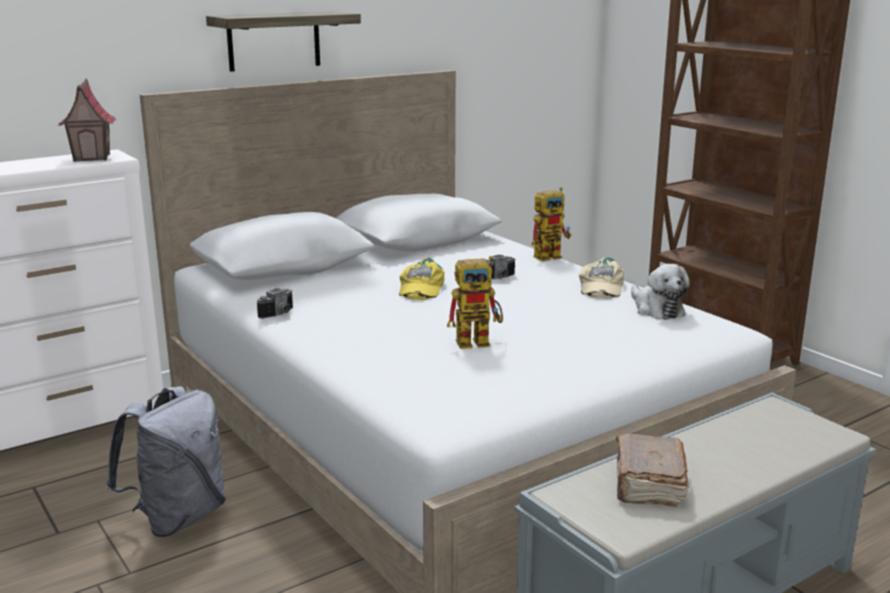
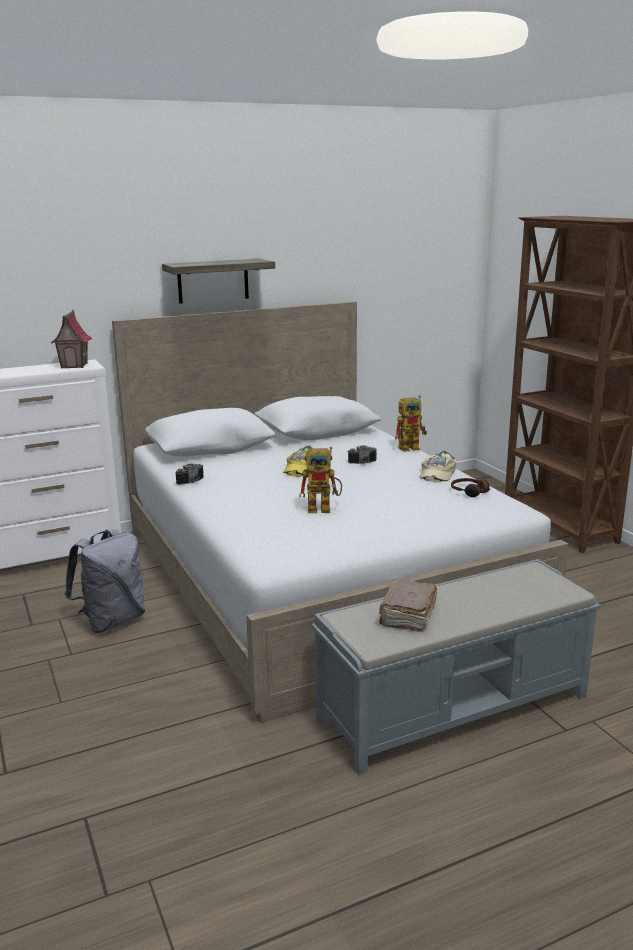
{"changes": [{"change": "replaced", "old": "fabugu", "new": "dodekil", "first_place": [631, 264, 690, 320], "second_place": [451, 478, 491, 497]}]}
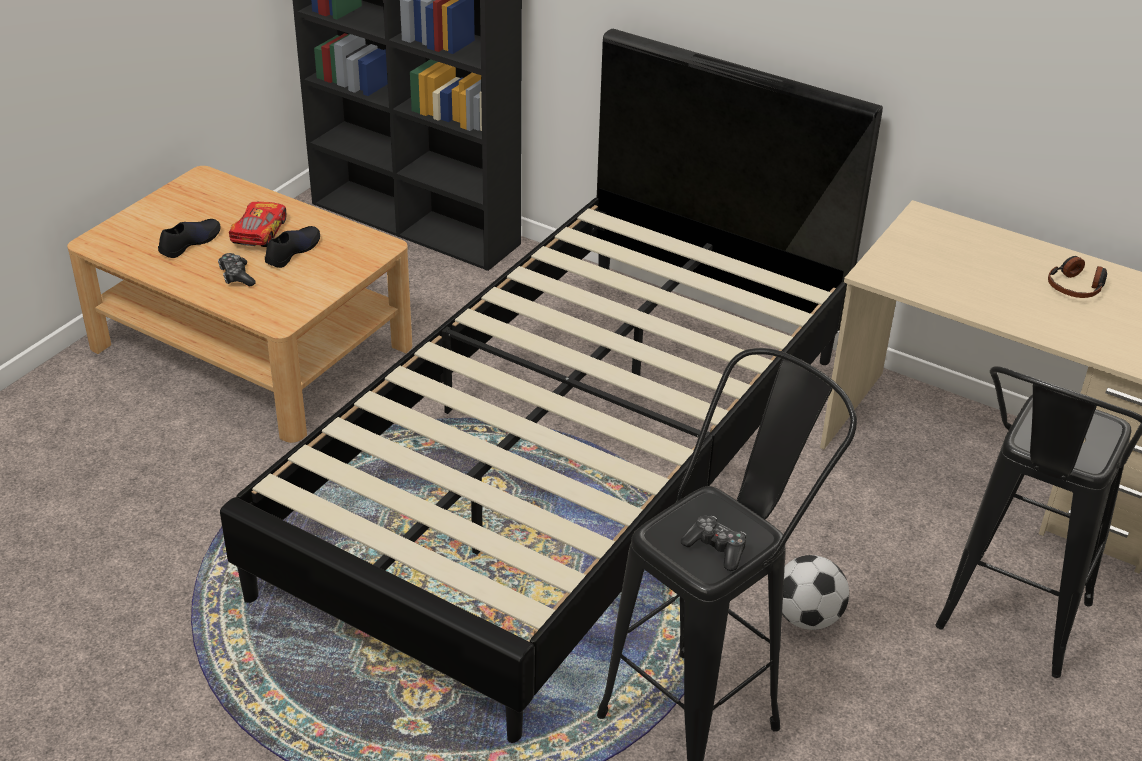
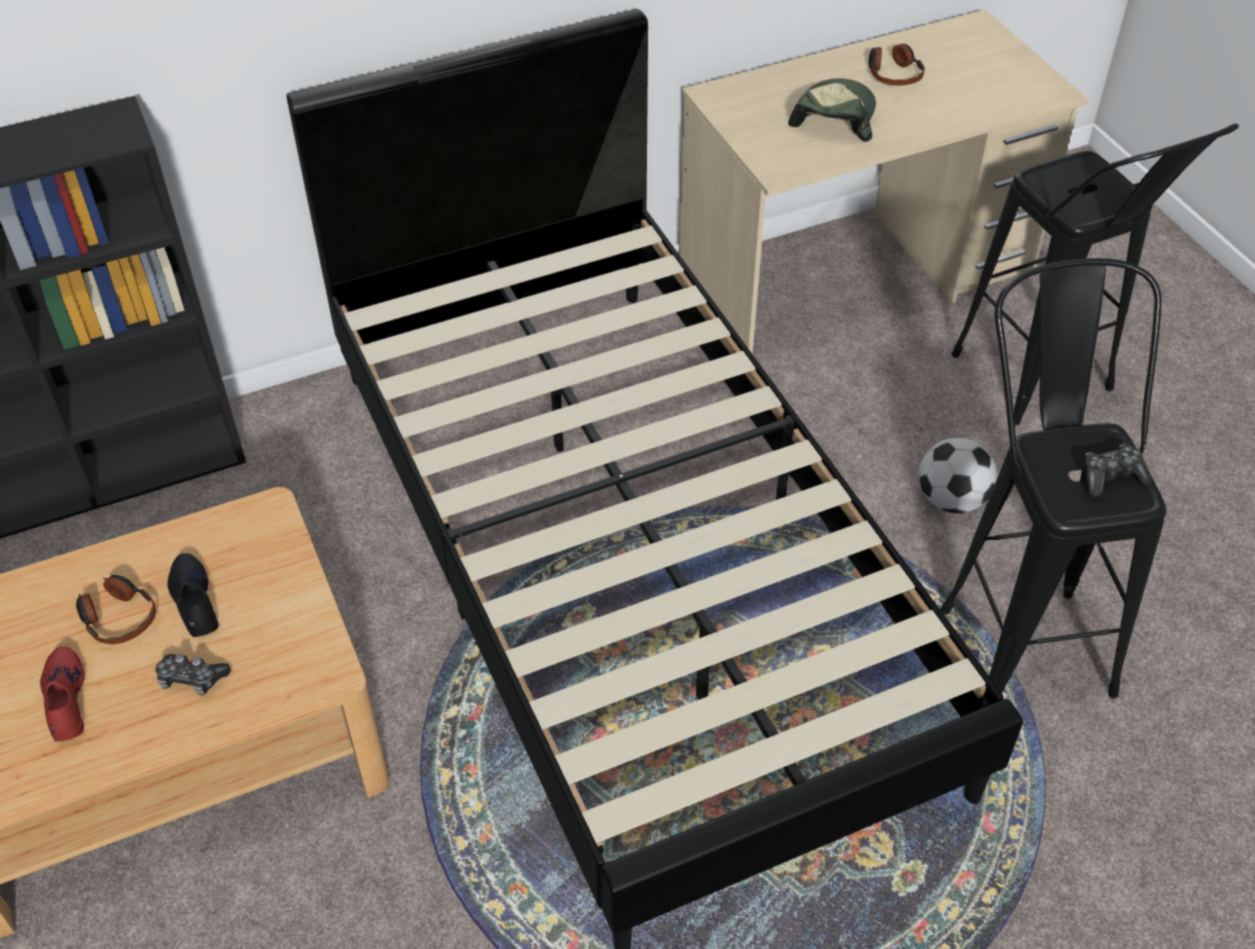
{"changes": [{"change": "recoloured", "old": "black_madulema", "new": "red_madulema", "first_place": [158, 219, 221, 258], "second_place": [40, 646, 84, 741]}, {"change": "replaced", "old": "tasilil", "new": "dodekil", "first_place": [229, 202, 287, 247], "second_place": [76, 575, 156, 644]}, {"change": "added", "new": "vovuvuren", "second_place": [788, 78, 876, 142]}]}
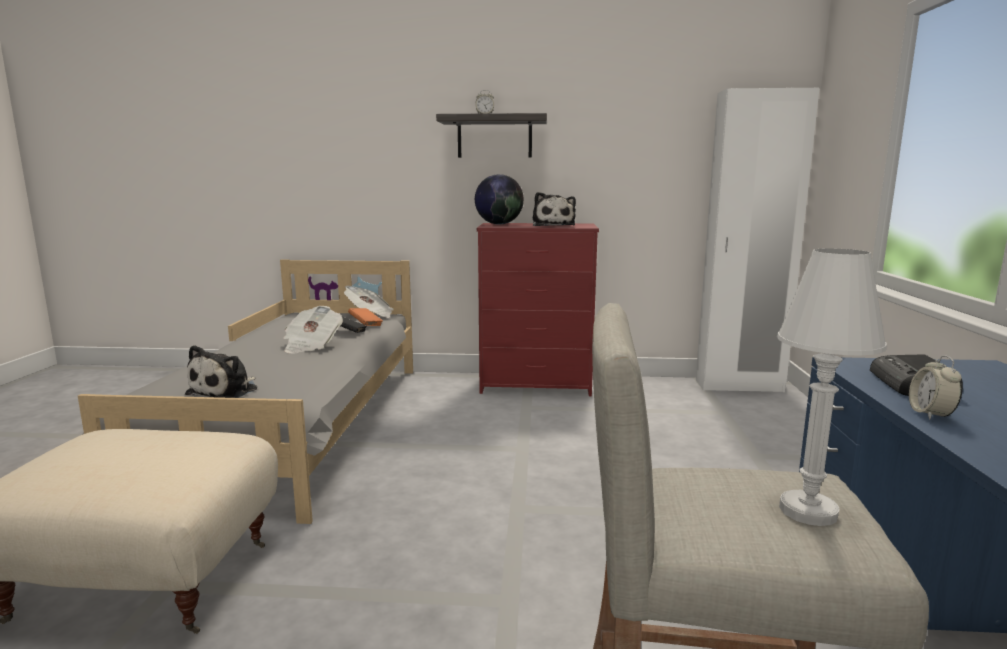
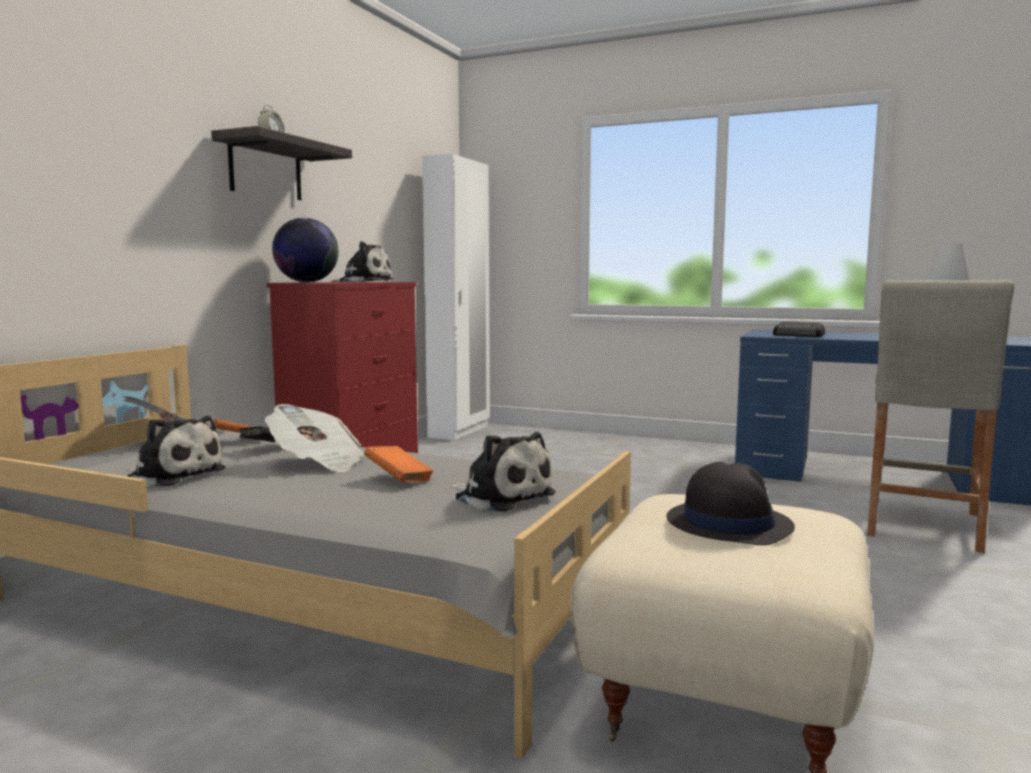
{"changes": [{"change": "removed", "old": "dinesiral", "first_place": [909, 355, 962, 420]}, {"change": "added", "new": "fabugu", "second_place": [127, 416, 226, 487]}, {"change": "added", "new": "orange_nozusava", "second_place": [364, 446, 434, 482]}, {"change": "added", "new": "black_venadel", "second_place": [667, 462, 795, 545]}]}
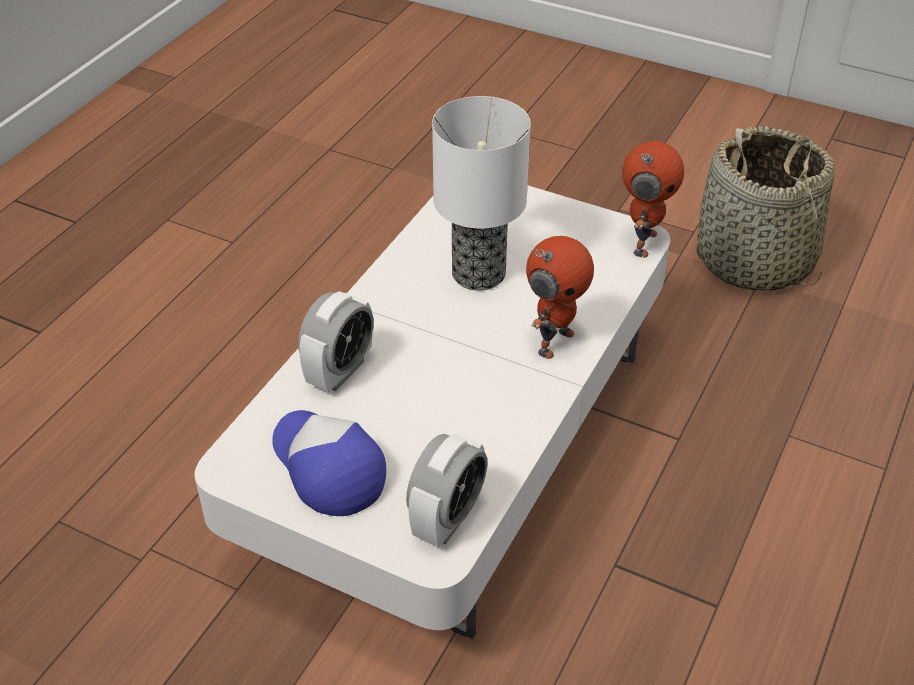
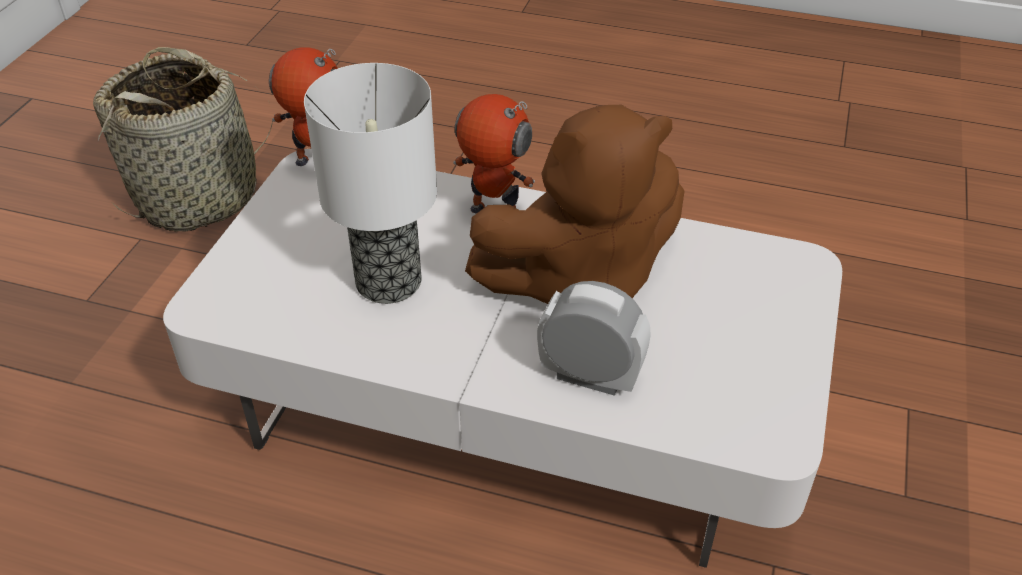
{"changes": [{"change": "removed", "old": "vovuvuren", "first_place": [272, 410, 386, 516]}, {"change": "removed", "old": "dinesiral", "first_place": [406, 433, 488, 547]}, {"change": "added", "new": "brown_fabugu", "second_place": [465, 105, 684, 304]}]}
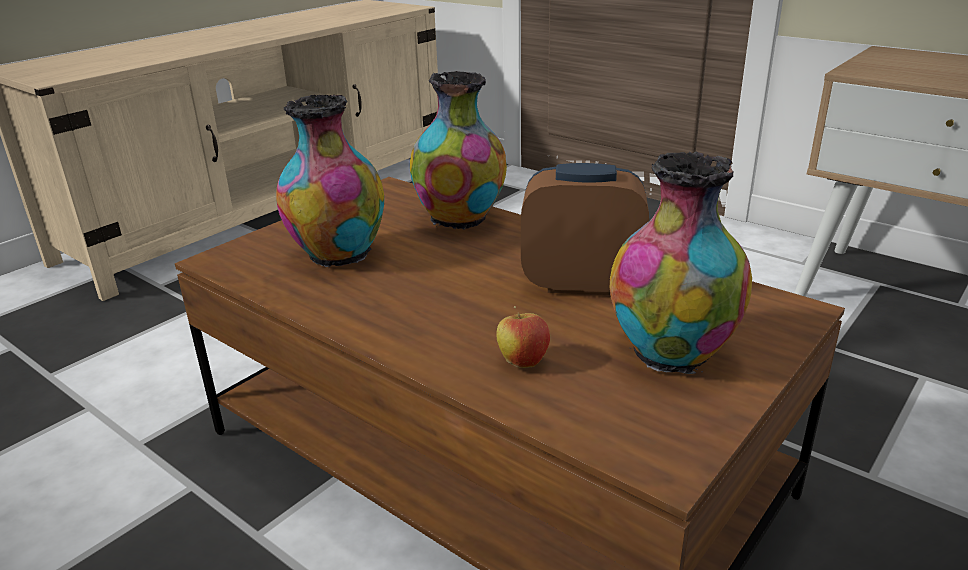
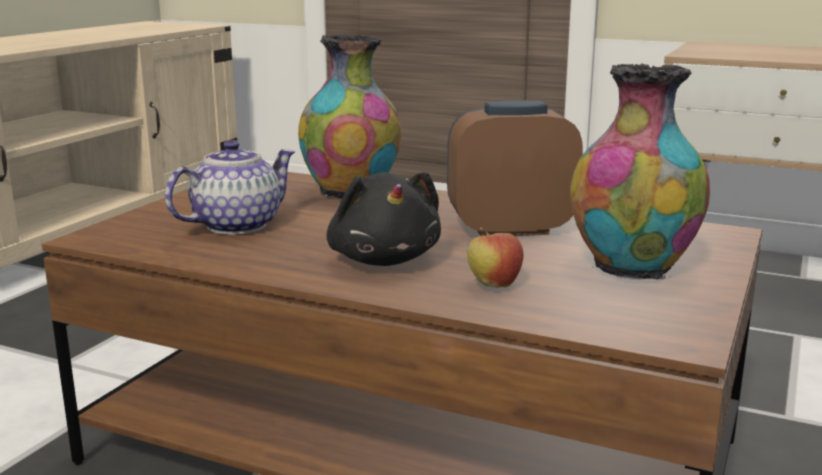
{"changes": [{"change": "replaced", "old": "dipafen", "new": "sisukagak", "first_place": [276, 95, 384, 269], "second_place": [165, 140, 296, 235]}, {"change": "added", "new": "black_fabugu", "second_place": [327, 172, 441, 266]}]}
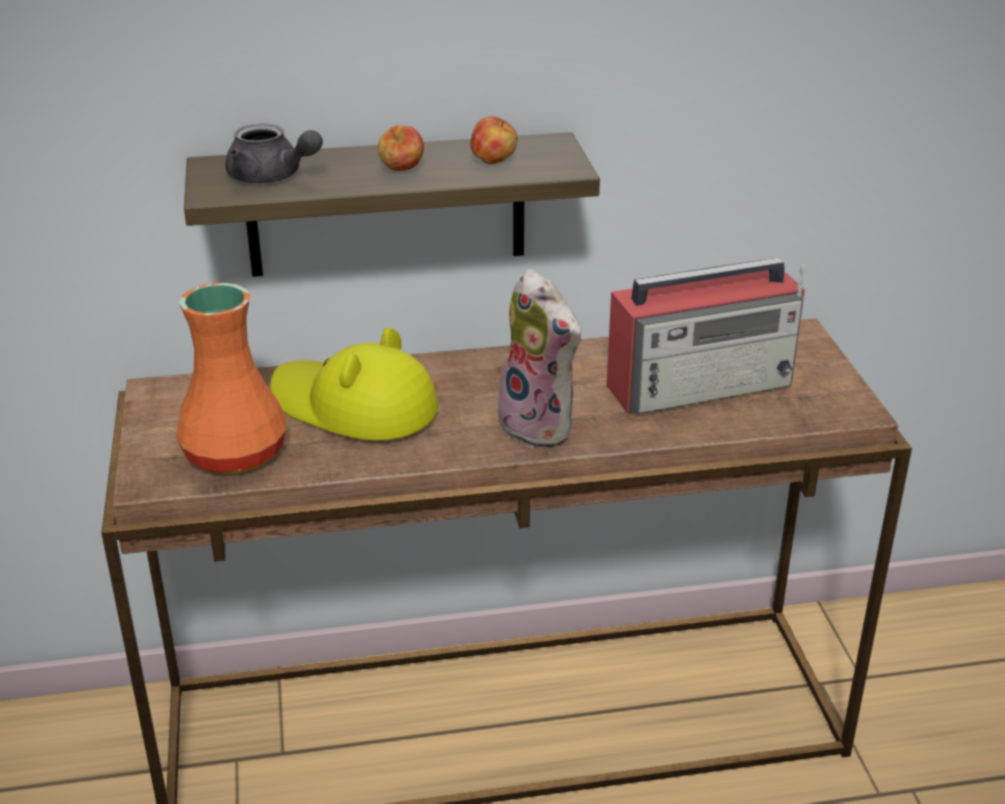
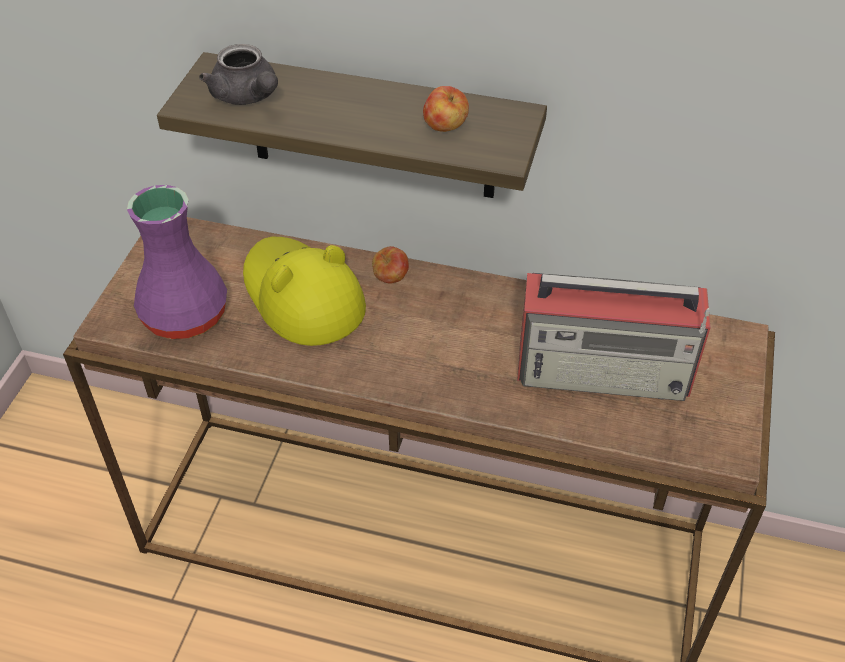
{"changes": [{"change": "recoloured", "old": "orange_dipafen", "new": "purple_dipafen", "first_place": [176, 283, 287, 474], "second_place": [127, 185, 227, 339]}, {"change": "moved", "old": "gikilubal", "first_place": [378, 125, 424, 171], "second_place": [372, 246, 409, 284]}, {"change": "removed", "old": "fabugu", "first_place": [494, 269, 582, 448]}]}
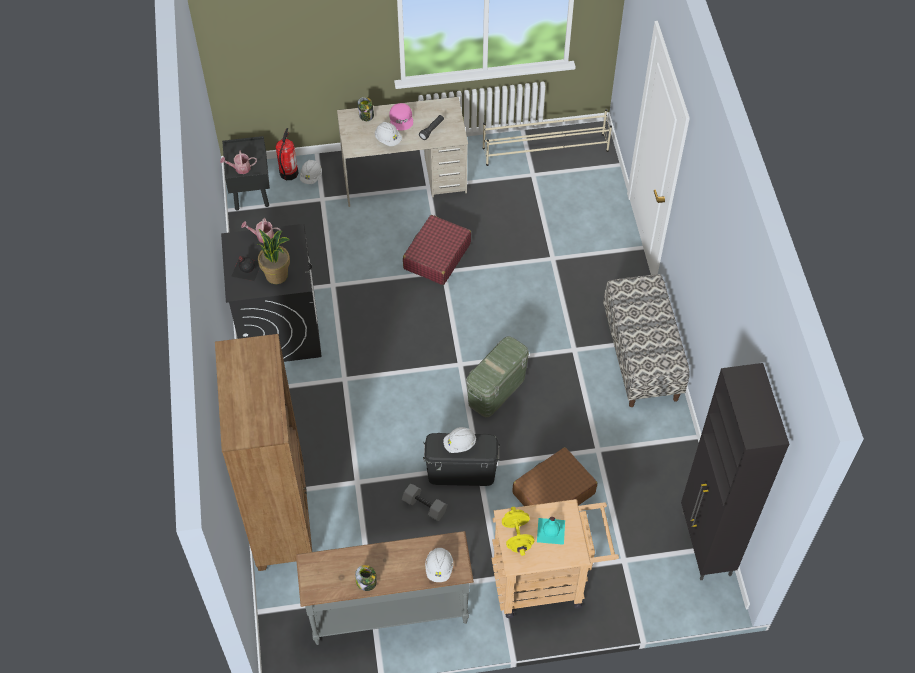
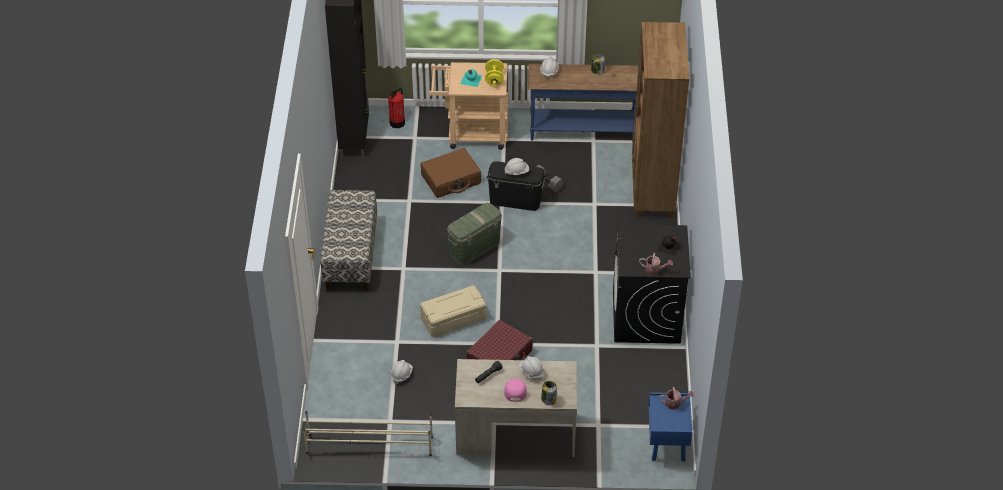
{"changes": [{"change": "recoloured", "old": "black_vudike", "new": "blue_vudike", "first_place": [222, 136, 270, 210], "second_place": [648, 392, 692, 462]}, {"change": "removed", "old": "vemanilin", "first_place": [256, 229, 290, 284]}, {"change": "moved", "old": "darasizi", "first_place": [275, 128, 299, 180], "second_place": [388, 88, 405, 128]}, {"change": "recoloured", "old": "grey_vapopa", "new": "blue_vapopa", "first_place": [296, 531, 474, 645], "second_place": [528, 64, 638, 142]}, {"change": "moved", "old": "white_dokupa", "first_place": [300, 160, 322, 184], "second_place": [390, 360, 413, 384]}, {"change": "added", "new": "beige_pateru", "second_place": [420, 285, 486, 337]}]}
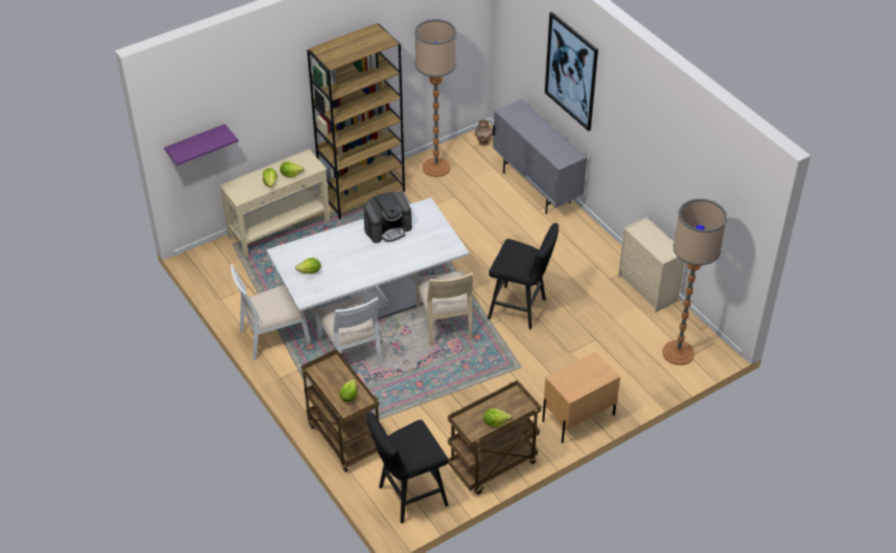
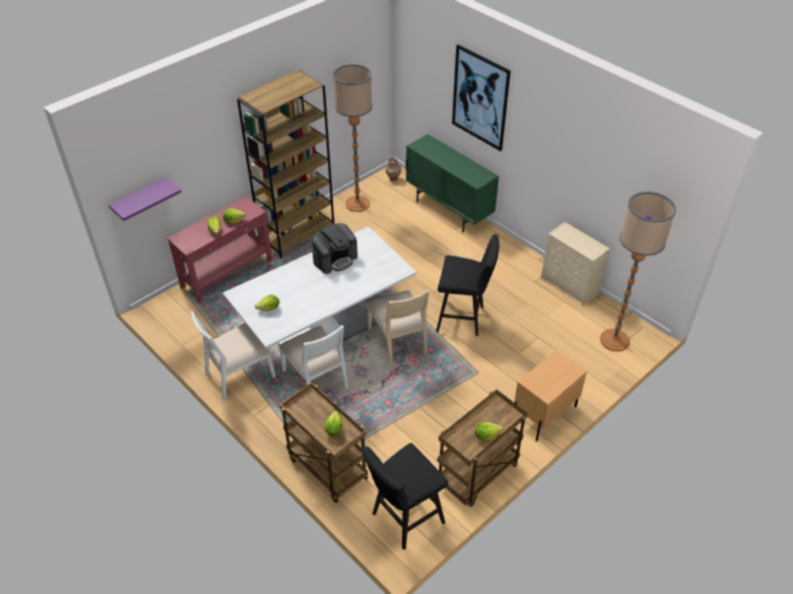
{"changes": [{"change": "recoloured", "old": "beige_vapopa", "new": "red_vapopa", "first_place": [219, 149, 330, 258], "second_place": [167, 196, 272, 303]}, {"change": "recoloured", "old": "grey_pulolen", "new": "green_pulolen", "first_place": [492, 99, 587, 214], "second_place": [406, 134, 499, 232]}]}
